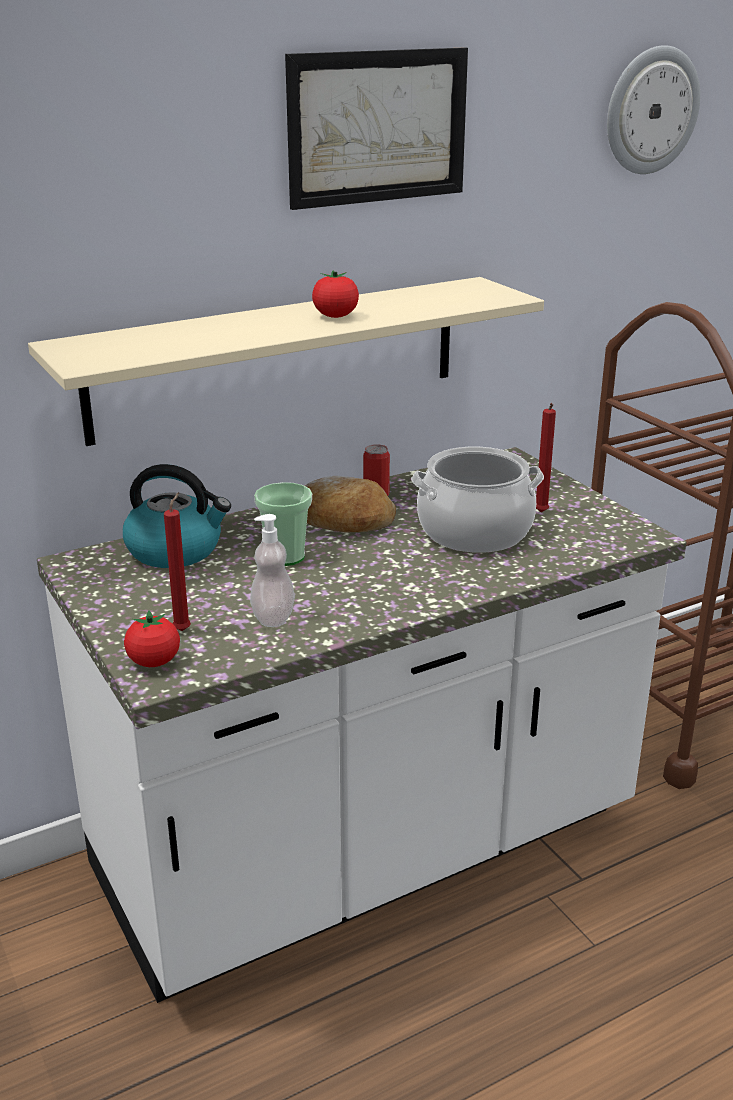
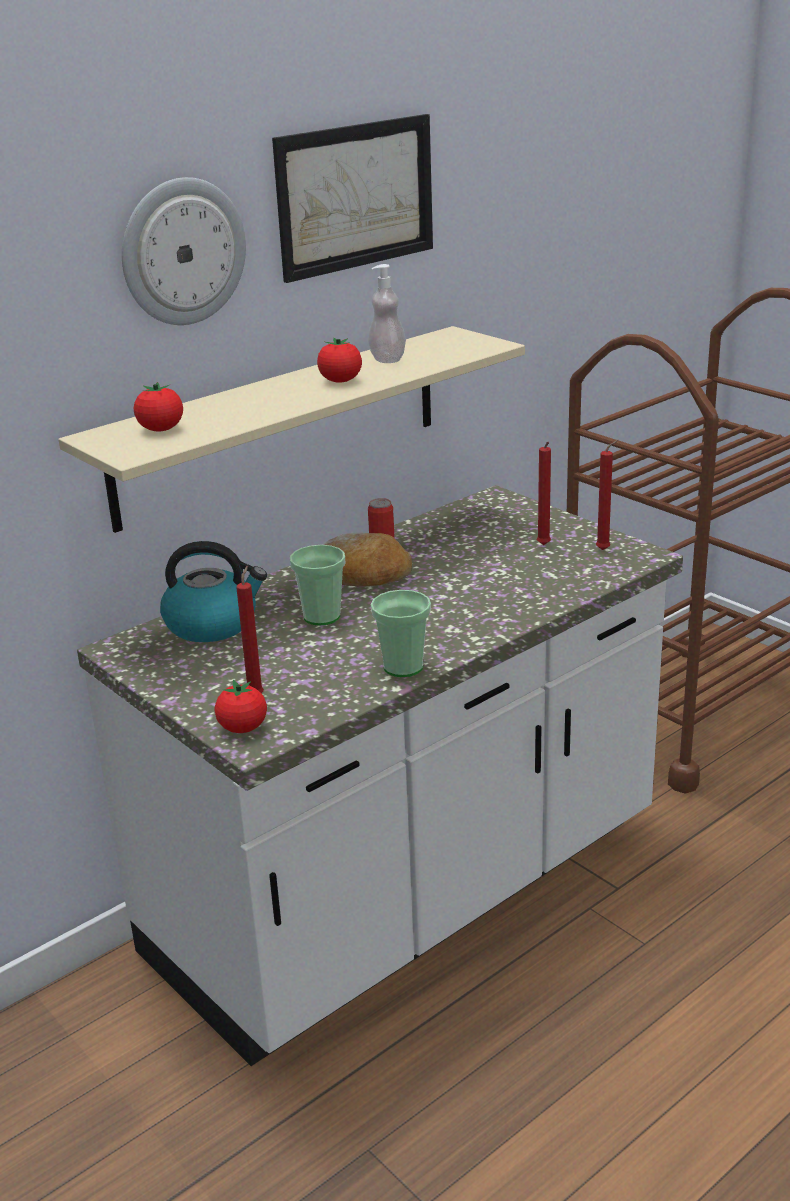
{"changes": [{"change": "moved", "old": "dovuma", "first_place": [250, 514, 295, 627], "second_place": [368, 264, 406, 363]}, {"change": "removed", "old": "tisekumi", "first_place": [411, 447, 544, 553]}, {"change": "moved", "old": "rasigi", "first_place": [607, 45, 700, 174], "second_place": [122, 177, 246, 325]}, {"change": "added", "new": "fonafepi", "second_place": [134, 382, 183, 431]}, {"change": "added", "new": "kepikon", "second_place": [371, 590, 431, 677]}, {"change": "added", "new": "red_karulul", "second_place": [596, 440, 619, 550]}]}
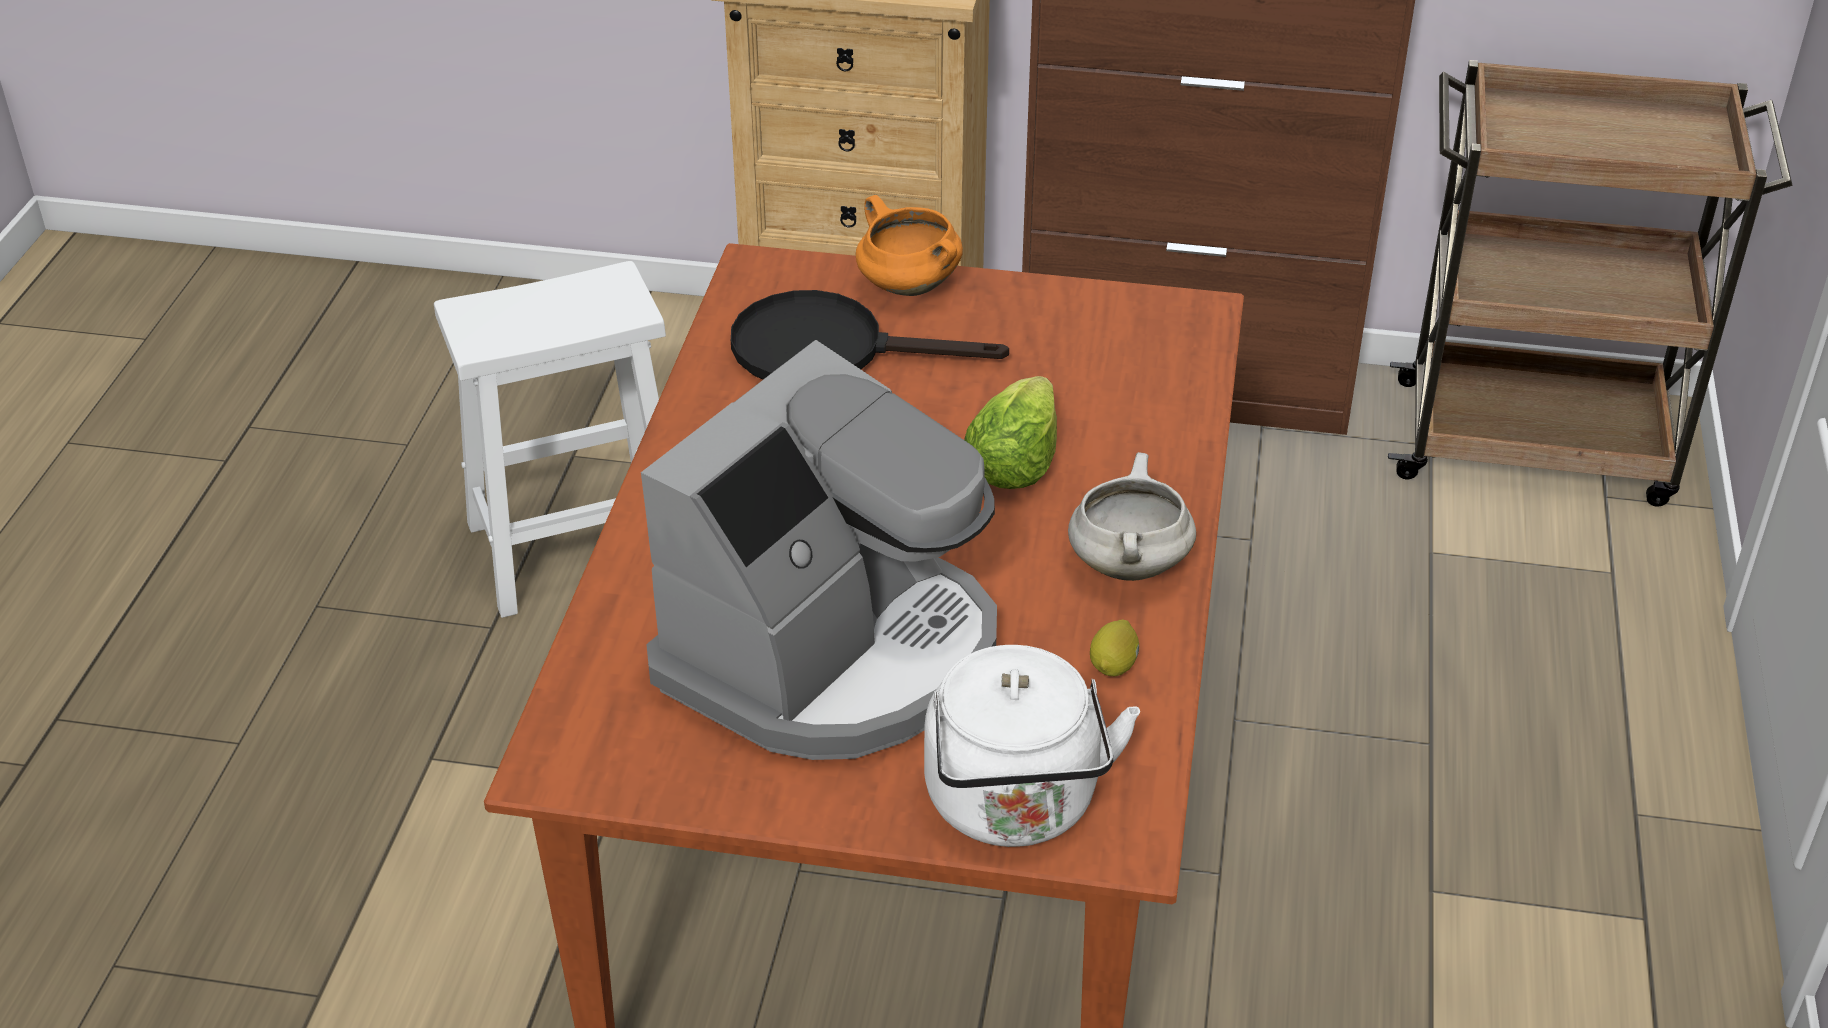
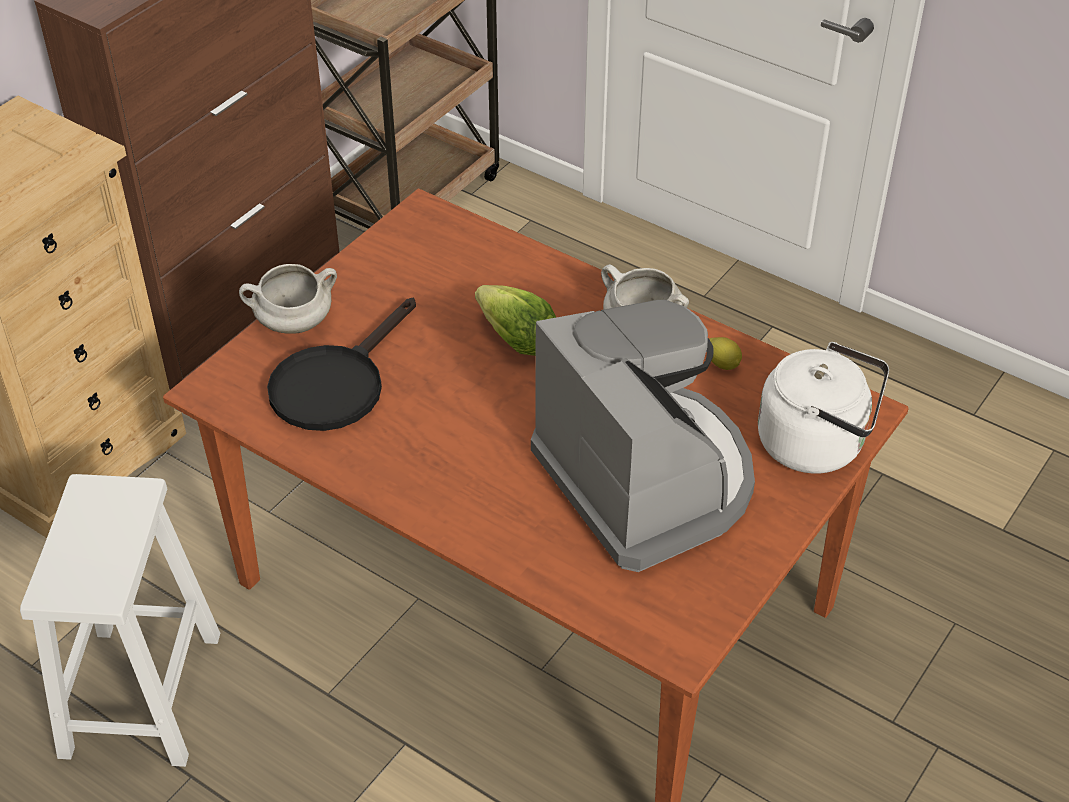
{"changes": [{"change": "recoloured", "old": "orange_tisekumi", "new": "white_tisekumi", "first_place": [856, 195, 963, 296], "second_place": [239, 264, 337, 334]}]}
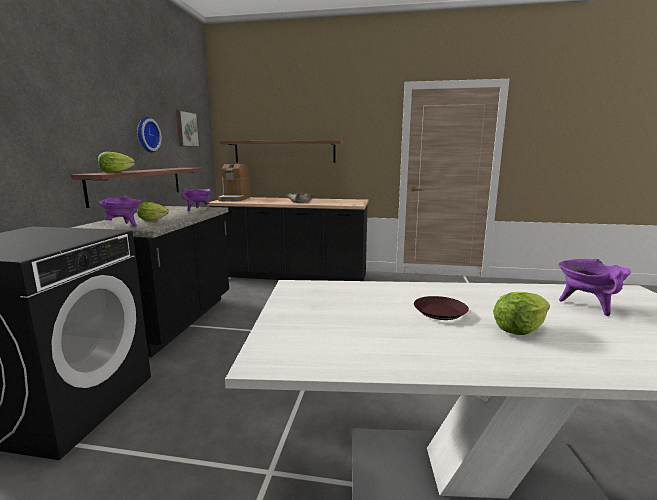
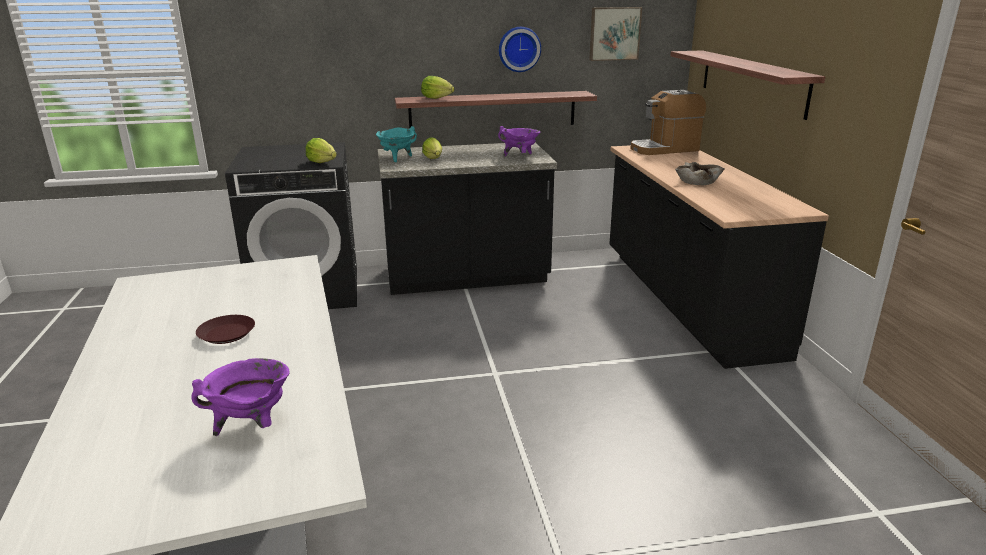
{"changes": [{"change": "recoloured", "old": "purple_tisekumi", "new": "turquoise_tisekumi", "first_place": [98, 195, 141, 227], "second_place": [376, 126, 417, 162]}, {"change": "moved", "old": "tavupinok", "first_place": [493, 292, 550, 335], "second_place": [306, 138, 337, 163]}]}
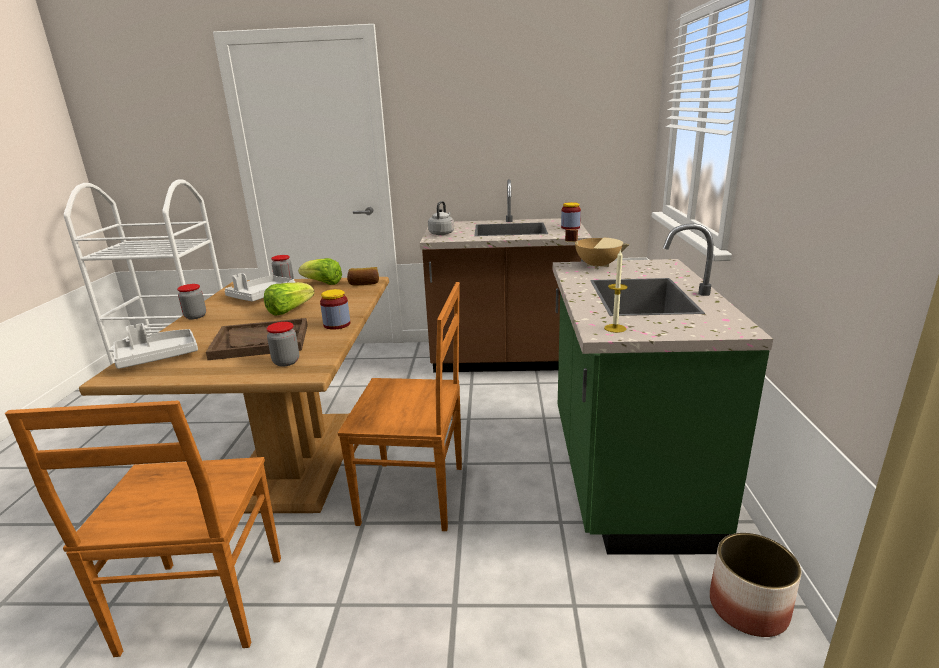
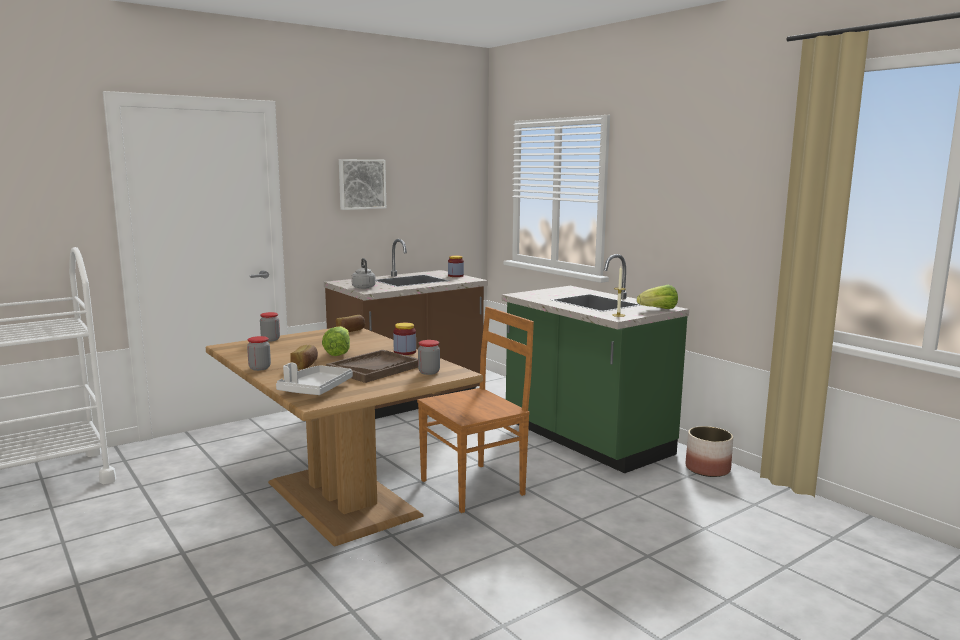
{"changes": [{"change": "removed", "old": "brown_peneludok", "first_place": [5, 401, 281, 657]}, {"change": "removed", "old": "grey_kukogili", "first_place": [225, 273, 296, 302]}, {"change": "moved", "old": "tavupinok", "first_place": [298, 258, 342, 285], "second_place": [637, 285, 678, 309]}, {"change": "removed", "old": "beige_tisekumi", "first_place": [565, 229, 630, 269]}, {"change": "added", "new": "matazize", "second_place": [290, 345, 318, 369]}, {"change": "added", "new": "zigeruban", "second_place": [339, 159, 386, 210]}]}
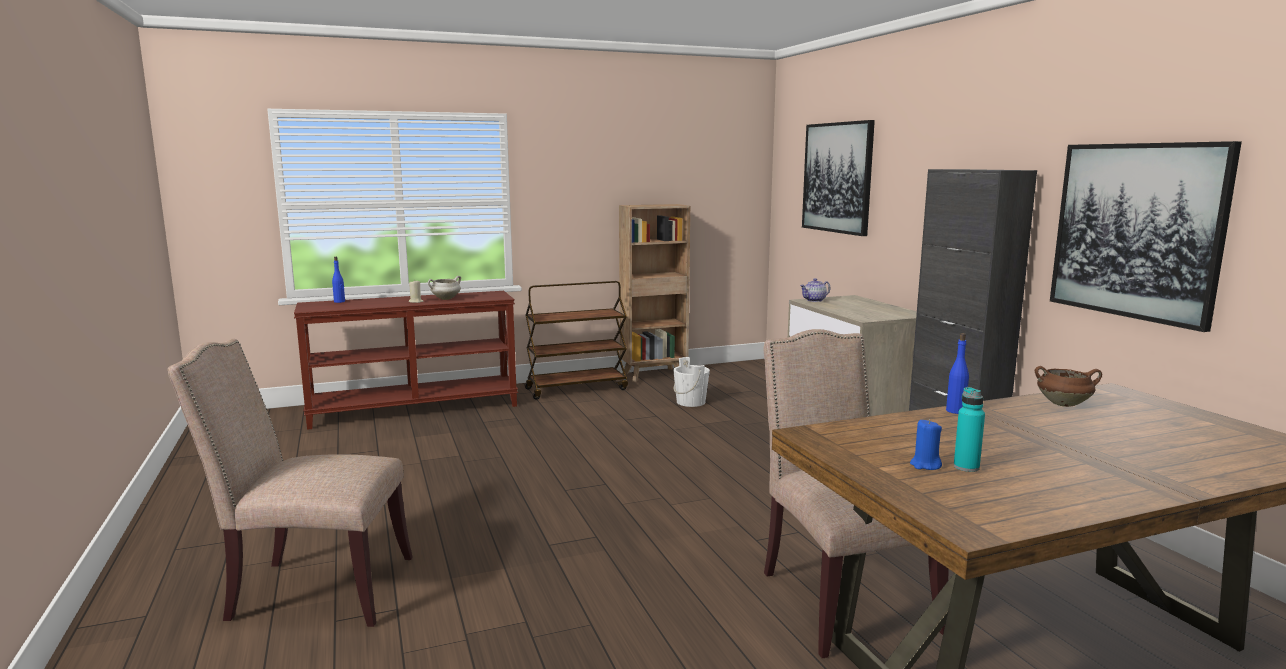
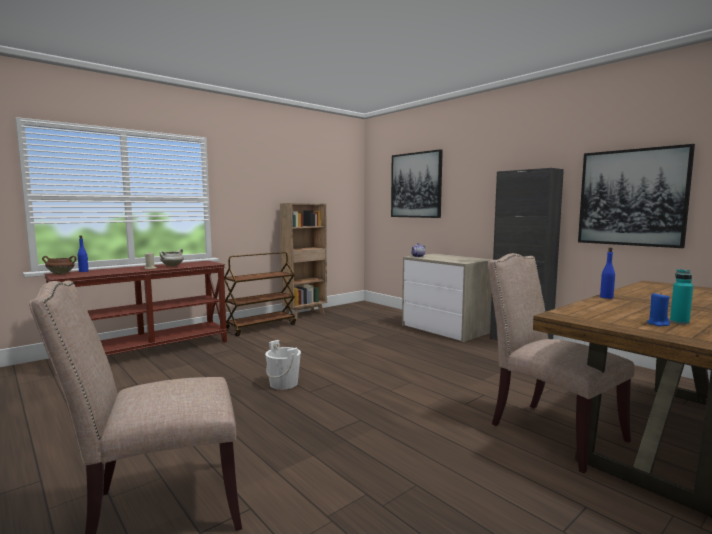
{"changes": [{"change": "moved", "old": "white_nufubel", "first_place": [673, 357, 710, 407], "second_place": [265, 340, 301, 390]}, {"change": "moved", "old": "brown_tisekumi", "first_place": [1035, 366, 1102, 407], "second_place": [42, 256, 77, 275]}]}
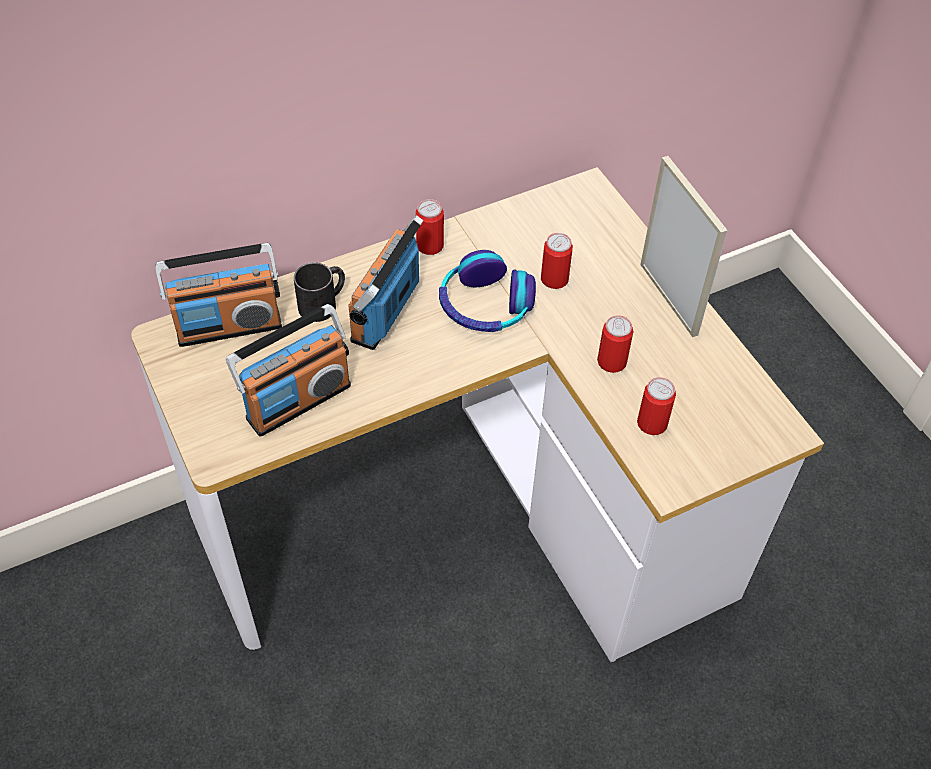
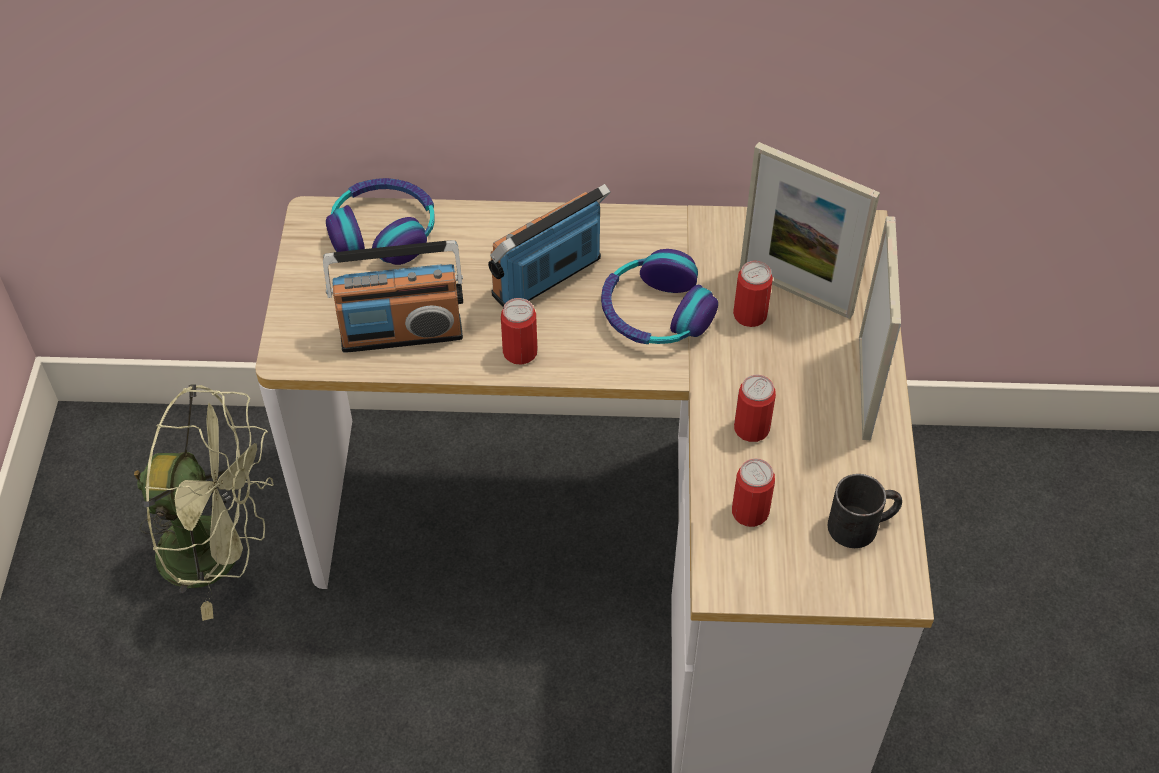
{"changes": [{"change": "replaced", "old": "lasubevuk", "new": "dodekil", "first_place": [156, 243, 282, 347], "second_place": [326, 178, 435, 265]}, {"change": "moved", "old": "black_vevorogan", "first_place": [294, 262, 345, 322], "second_place": [828, 474, 902, 548]}, {"change": "moved", "old": "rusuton", "first_place": [416, 199, 444, 255], "second_place": [501, 298, 537, 365]}, {"change": "added", "new": "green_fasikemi", "second_place": [134, 385, 274, 621]}, {"change": "added", "new": "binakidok", "second_place": [740, 142, 880, 319]}]}
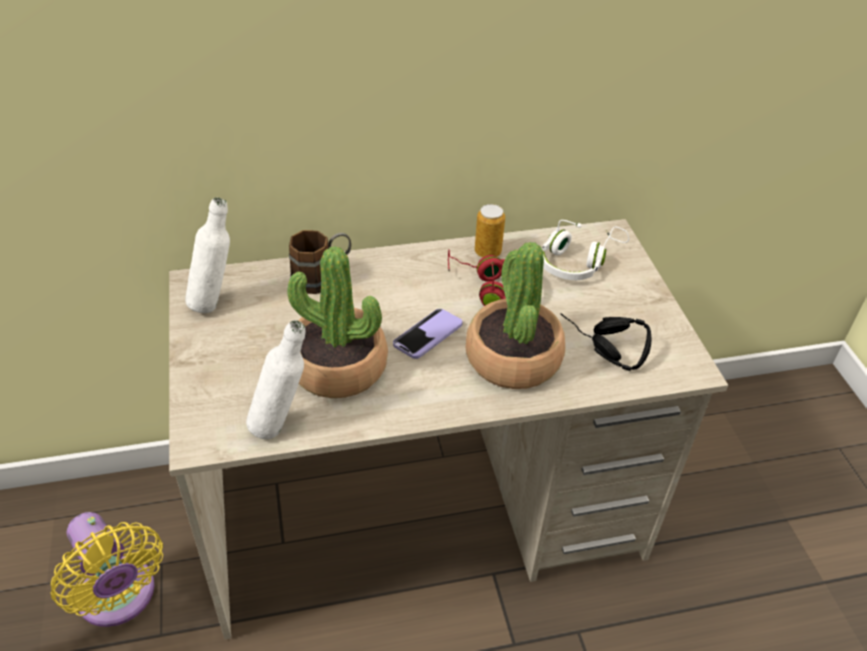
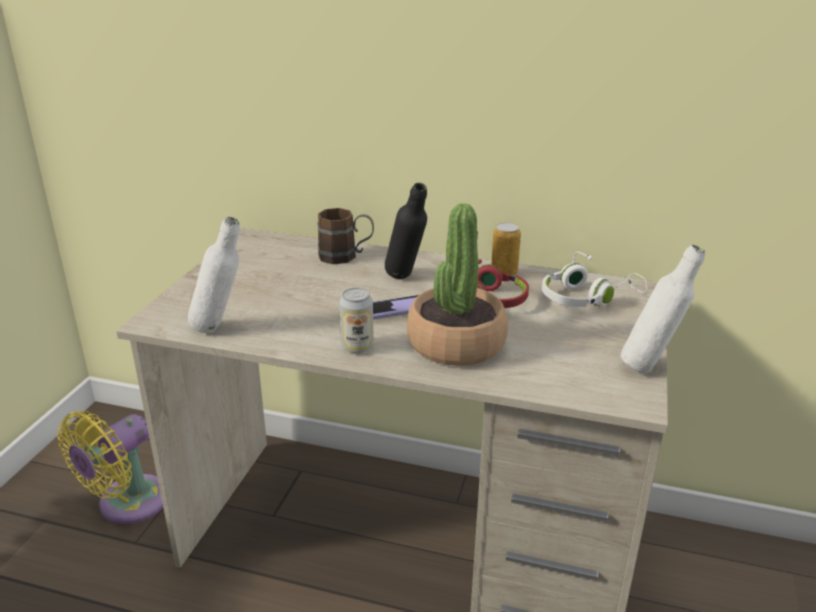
{"changes": [{"change": "turned", "old": "yellow_fasikemi", "first_place": [50, 512, 163, 627], "second_place": [57, 411, 163, 524], "degrees": 45}, {"change": "moved", "old": "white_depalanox", "first_place": [185, 197, 230, 313], "second_place": [620, 245, 705, 373]}, {"change": "removed", "old": "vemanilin", "first_place": [288, 246, 388, 398]}, {"change": "removed", "old": "black_dodekil", "first_place": [560, 313, 652, 371]}, {"change": "added", "new": "rusuton", "second_place": [339, 288, 374, 353]}, {"change": "added", "new": "black_depalanox", "second_place": [385, 183, 427, 279]}]}
